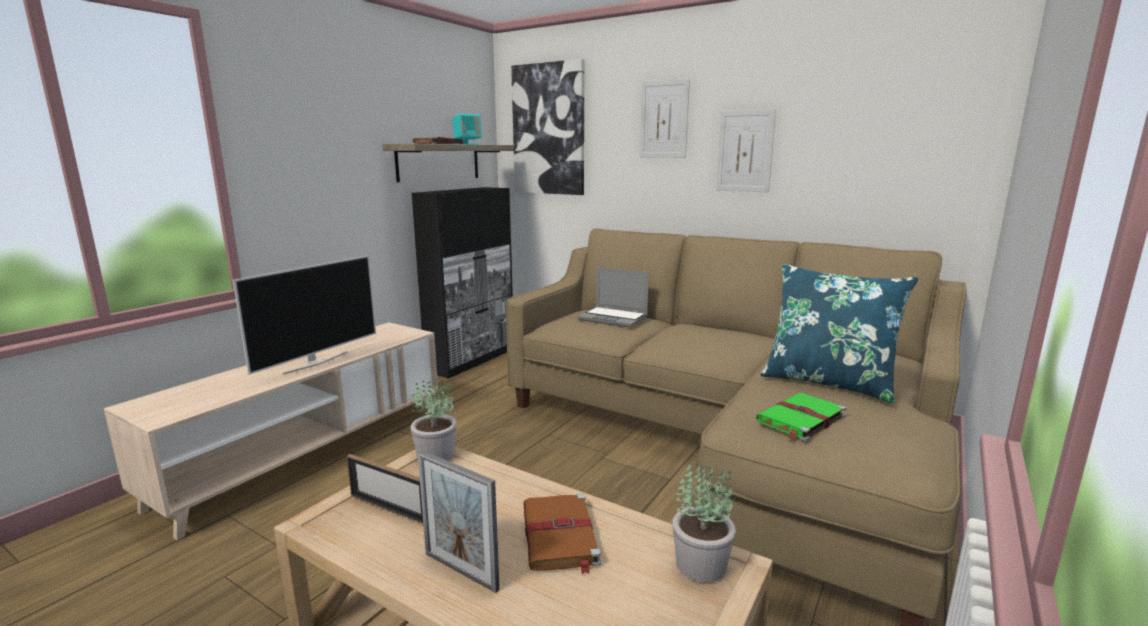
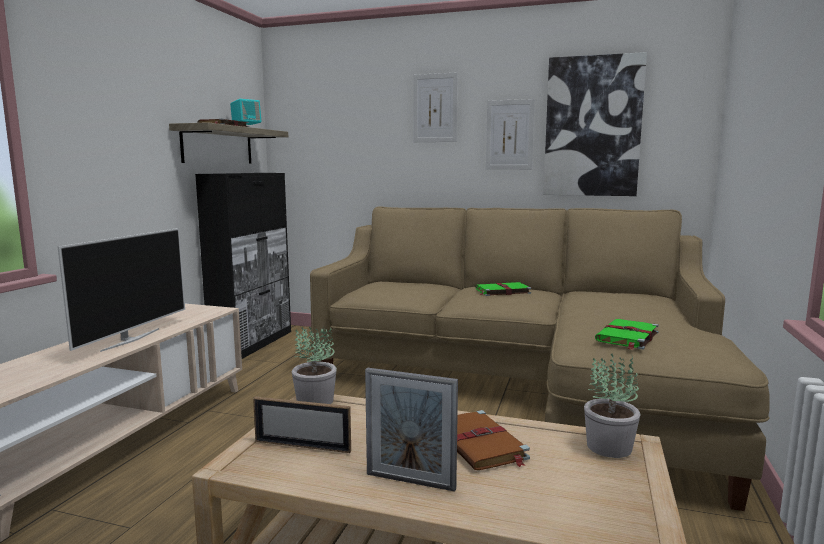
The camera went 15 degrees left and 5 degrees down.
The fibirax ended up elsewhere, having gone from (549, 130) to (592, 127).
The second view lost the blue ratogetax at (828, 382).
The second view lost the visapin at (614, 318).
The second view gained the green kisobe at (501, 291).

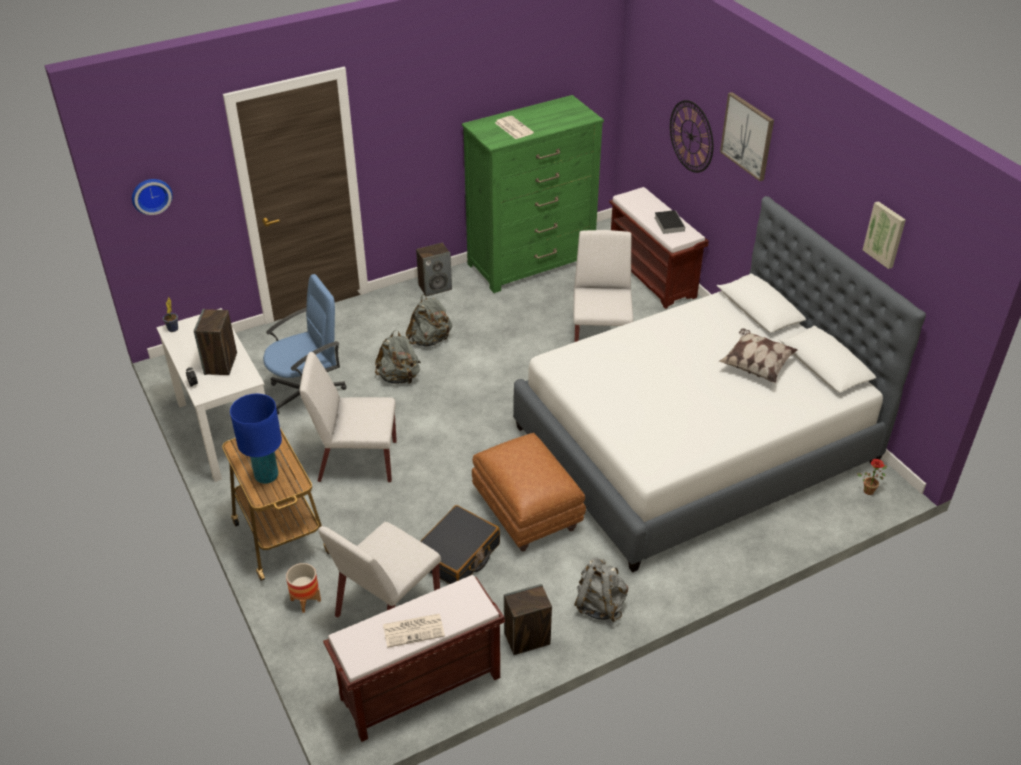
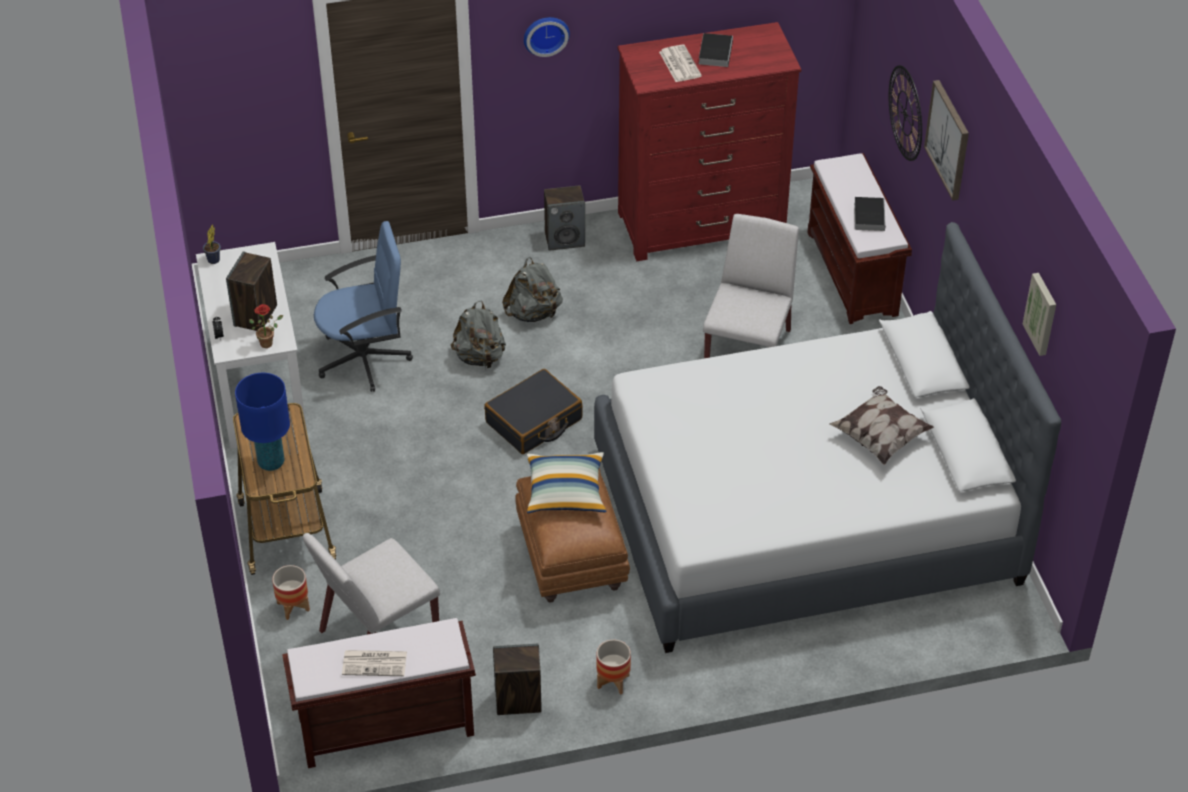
The camera went 15 degrees right and 5 degrees up.
What was the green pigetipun at (531, 262) turned into the red pigetipun at (702, 225).
The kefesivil ended up elsewhere, having gone from (151, 195) to (545, 34).
The second view lost the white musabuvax at (356, 461).
The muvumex ended up elsewhere, having gone from (869, 490) to (268, 342).
The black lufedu ended up elsewhere, having gone from (458, 555) to (534, 421).
Where the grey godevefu stood at (599, 605), the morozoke came to stand at (613, 681).
The second view gained the kisobe at (715, 52).
The second view gained the ratogetax at (566, 492).

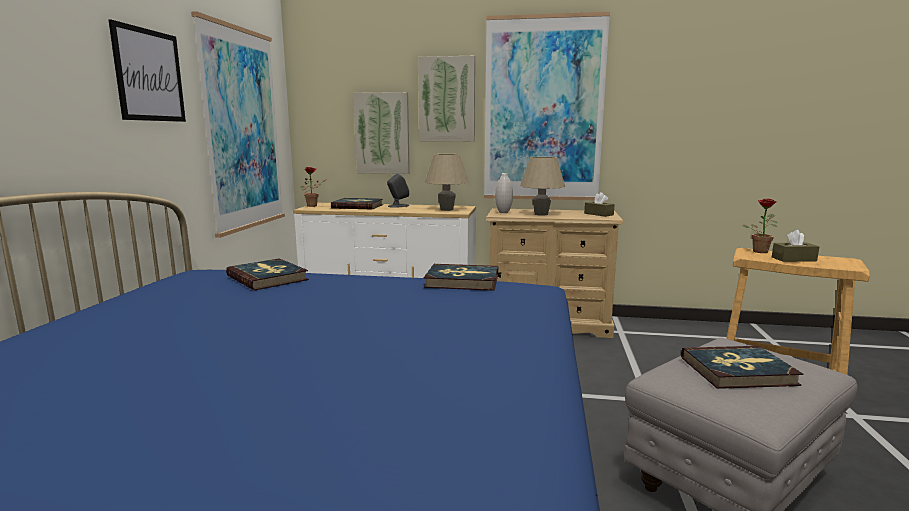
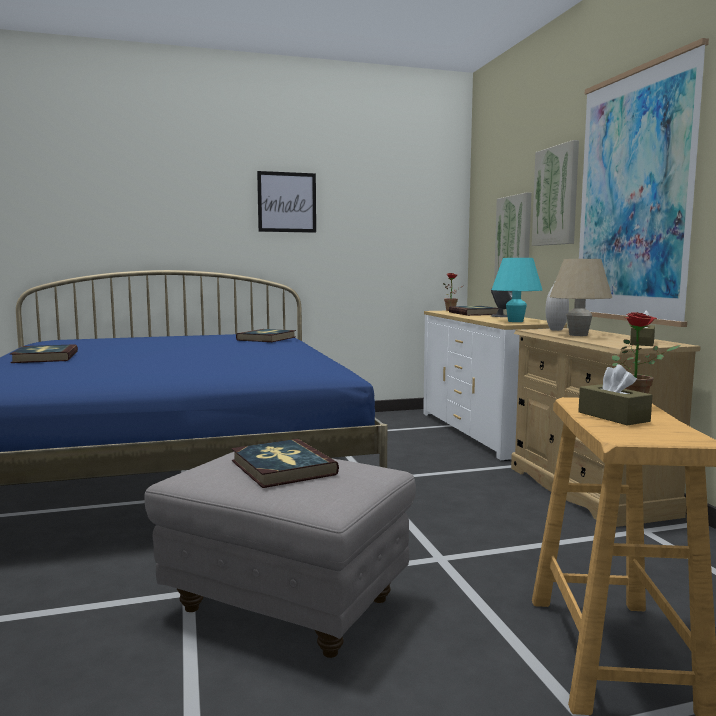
The camera went 65 degrees right and 5 degrees down.
The second view lost the fibirax at (243, 130).
What was the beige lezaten at (446, 209) turned into the turquoise lezaten at (515, 321).
The kisobe ended up elsewhere, having gone from (462, 281) to (45, 357).

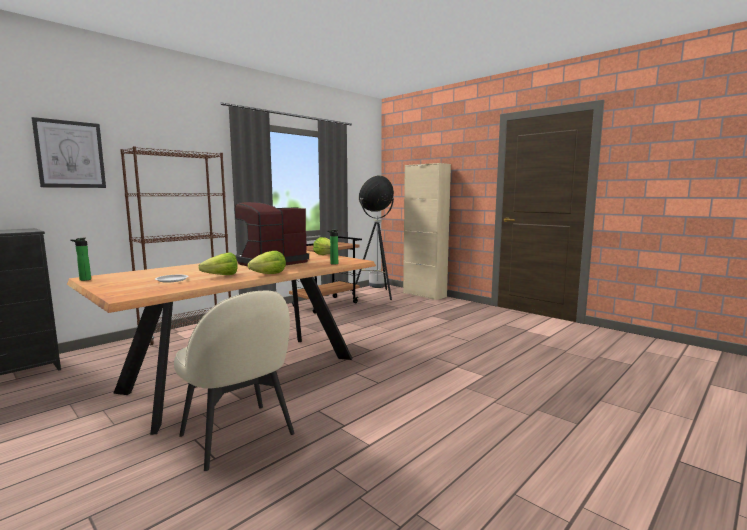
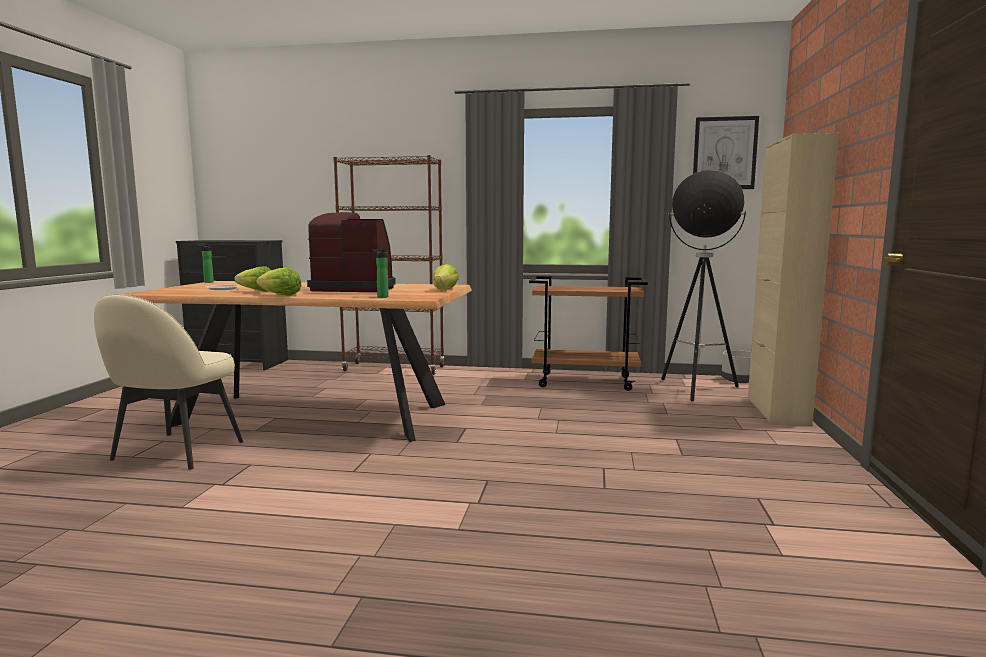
The camera went 55 degrees right and 0 degrees up.
The fibirax ended up elsewhere, having gone from (70, 154) to (724, 153).

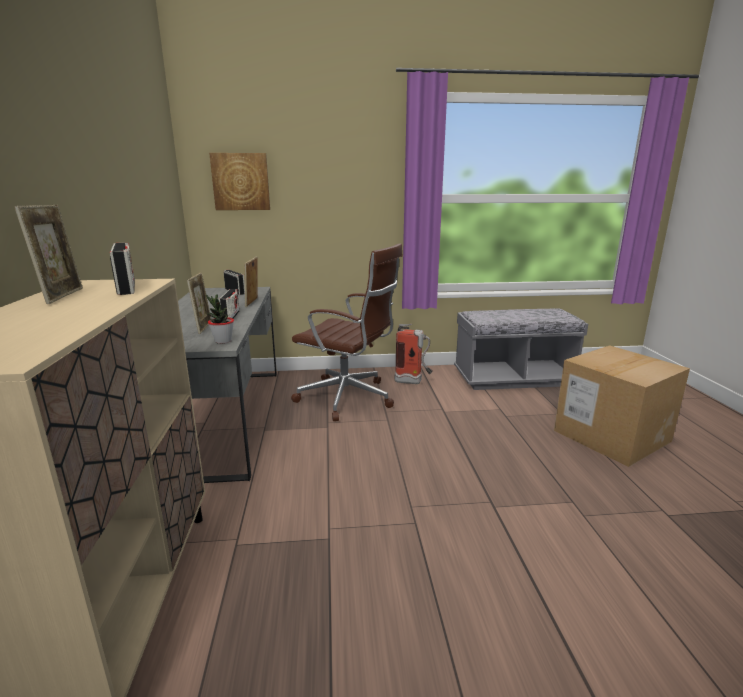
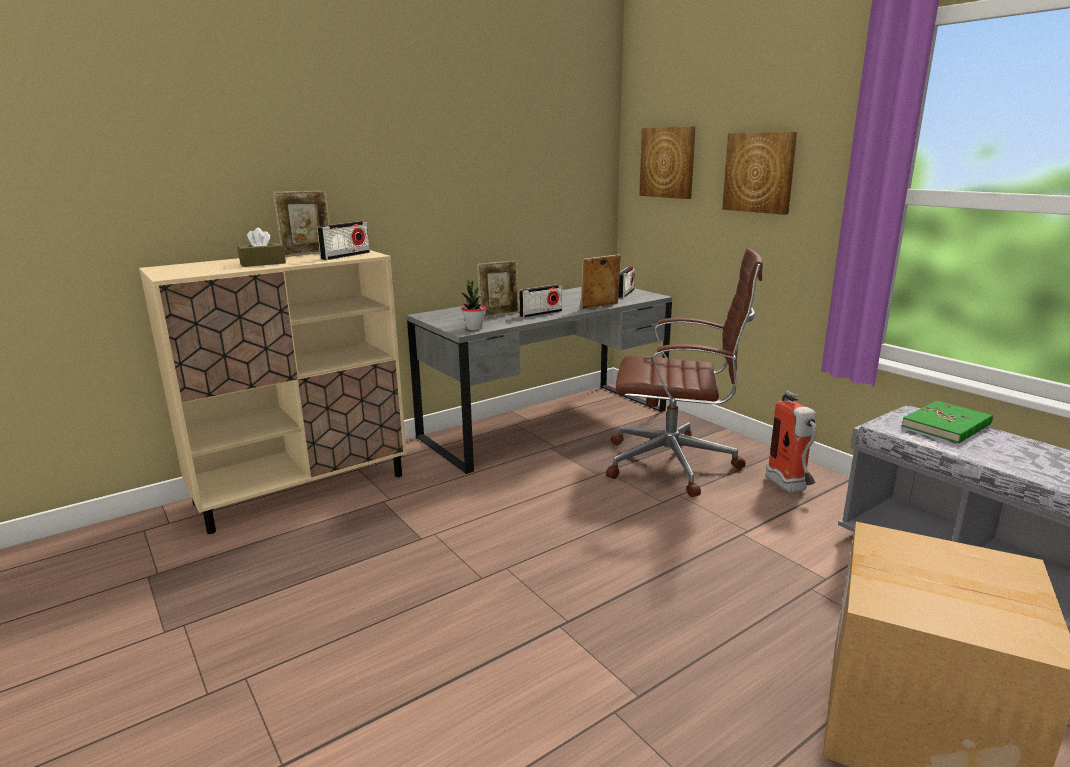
The camera went 60 degrees right and 0 degrees up.
The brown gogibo at (348, 398) ended up facing another way, 75 degrees counterclockwise from before.
The second view gained the fibirax at (759, 172).
The second view gained the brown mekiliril at (263, 263).
The second view gained the green kisobe at (946, 425).

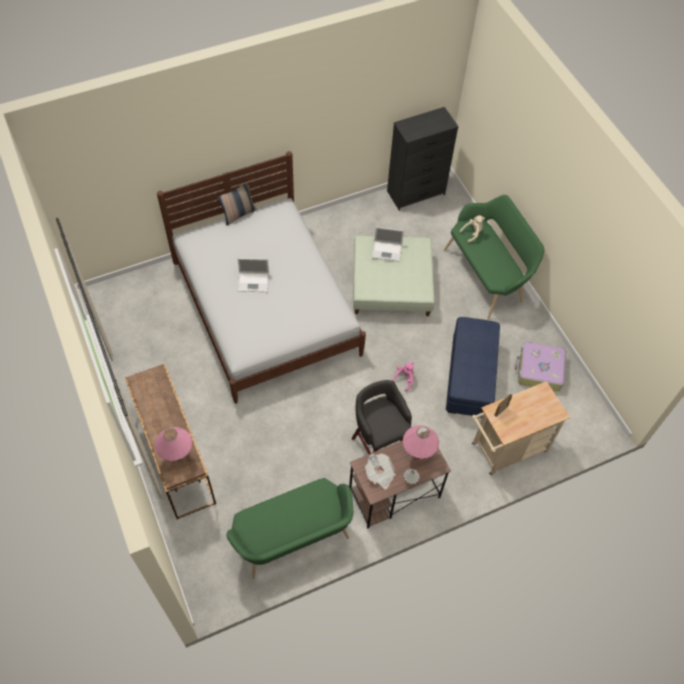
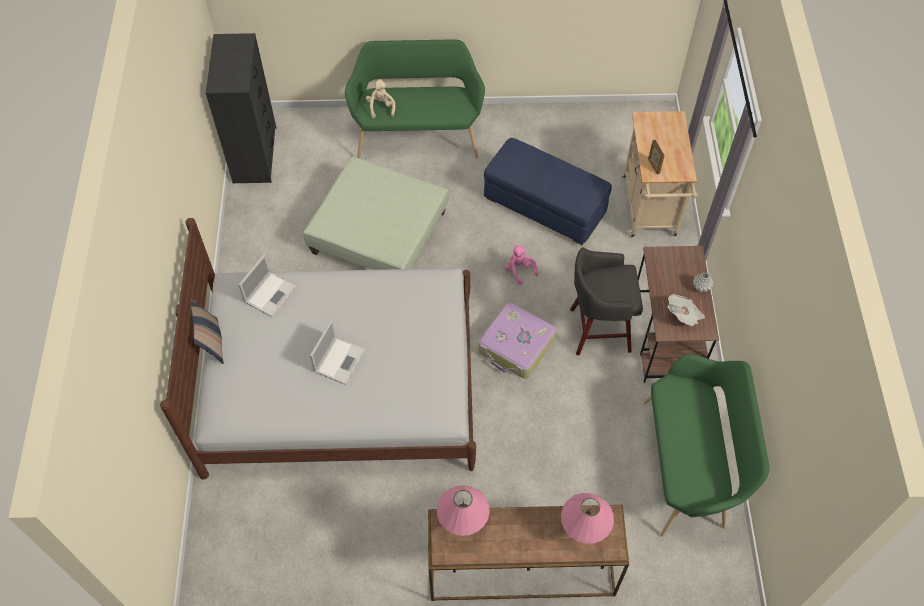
The camera went 65 degrees left and 0 degrees up.
The visapin ended up elsewhere, having gone from (387, 251) to (271, 293).
The lufedu ended up elsewhere, having gone from (539, 370) to (516, 346).
The pink lezaten ended up elsewhere, having gone from (418, 453) to (463, 524).

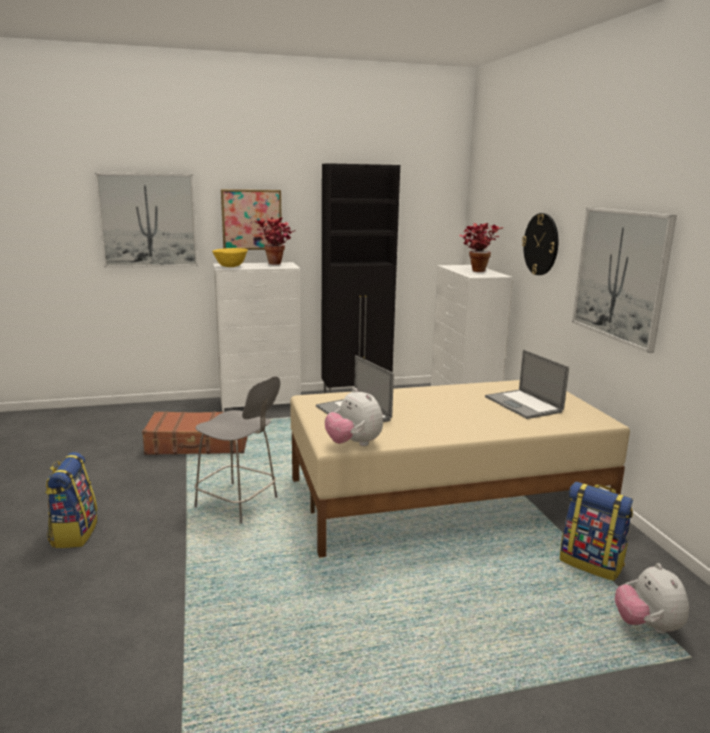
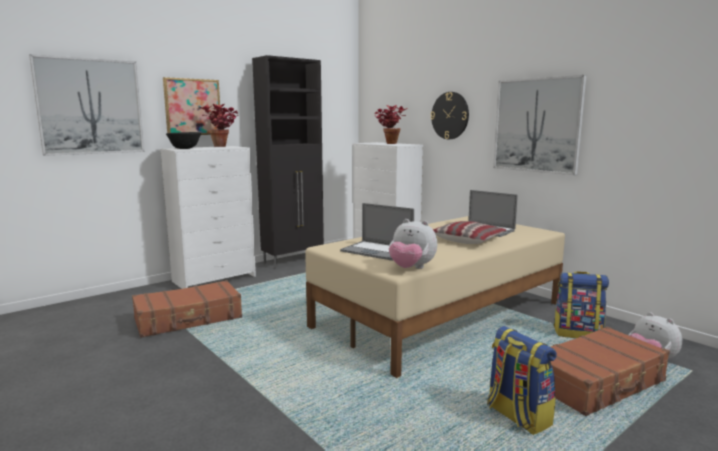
The camera went 25 degrees left and 5 degrees down.
What was the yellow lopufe at (230, 267) turned into the black lopufe at (185, 149).
The second view lost the grey musabuvax at (239, 503).
The godevefu ended up elsewhere, having gone from (74, 533) to (517, 416).
The second view gained the ratogetax at (468, 240).
The second view gained the brown lufedu at (597, 382).

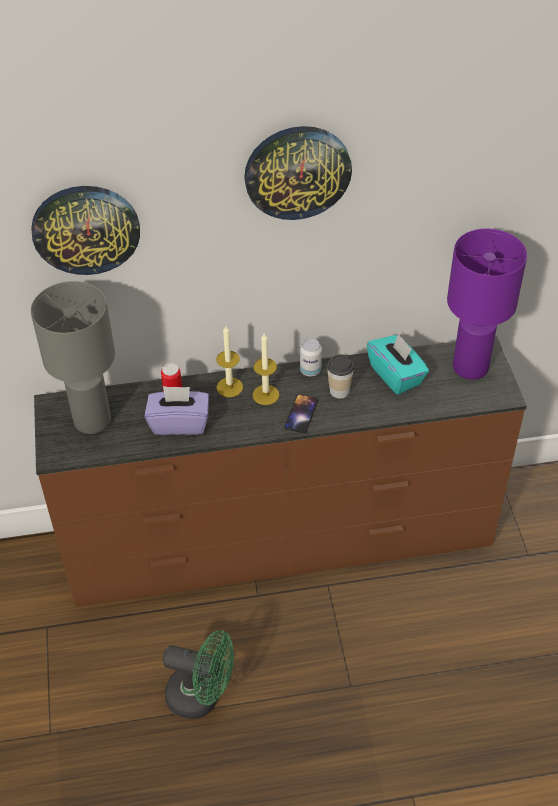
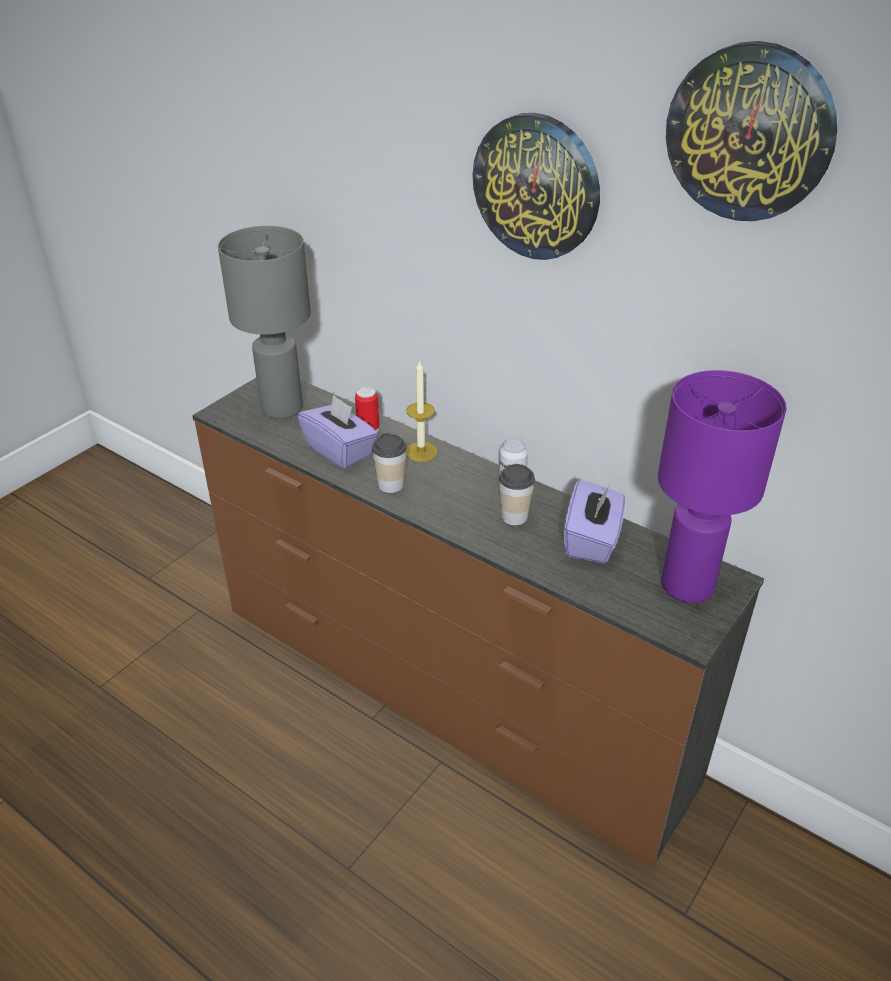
The camera went 45 degrees right and 10 degrees down.
The kefesivil ended up elsewhere, having gone from (86, 229) to (749, 133).
What was the turquoise mekiliril at (396, 375) turned into the purple mekiliril at (592, 540).
The second view lost the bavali at (265, 395).
The second view lost the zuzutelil at (301, 414).
The second view lost the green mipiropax at (202, 696).
The second view gained the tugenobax at (391, 485).

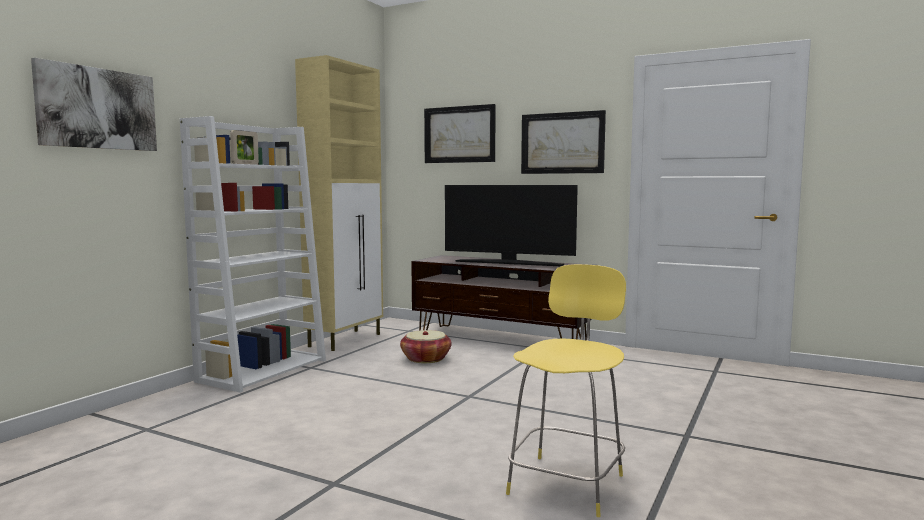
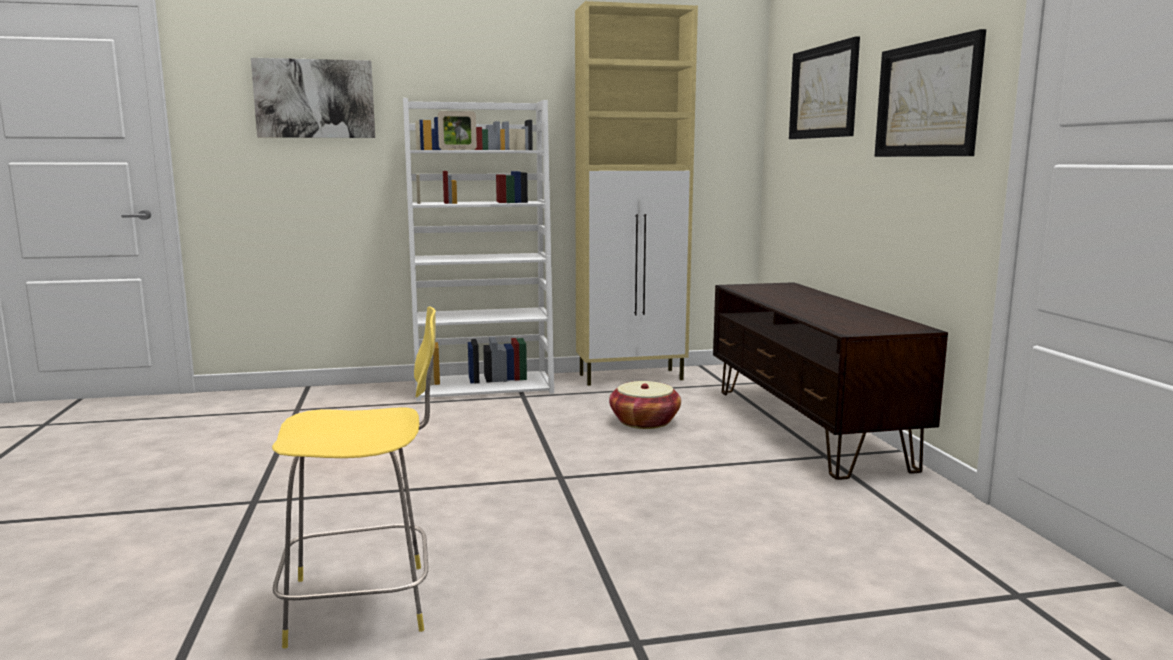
The camera went 50 degrees right and 5 degrees up.
The second view lost the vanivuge at (509, 263).

